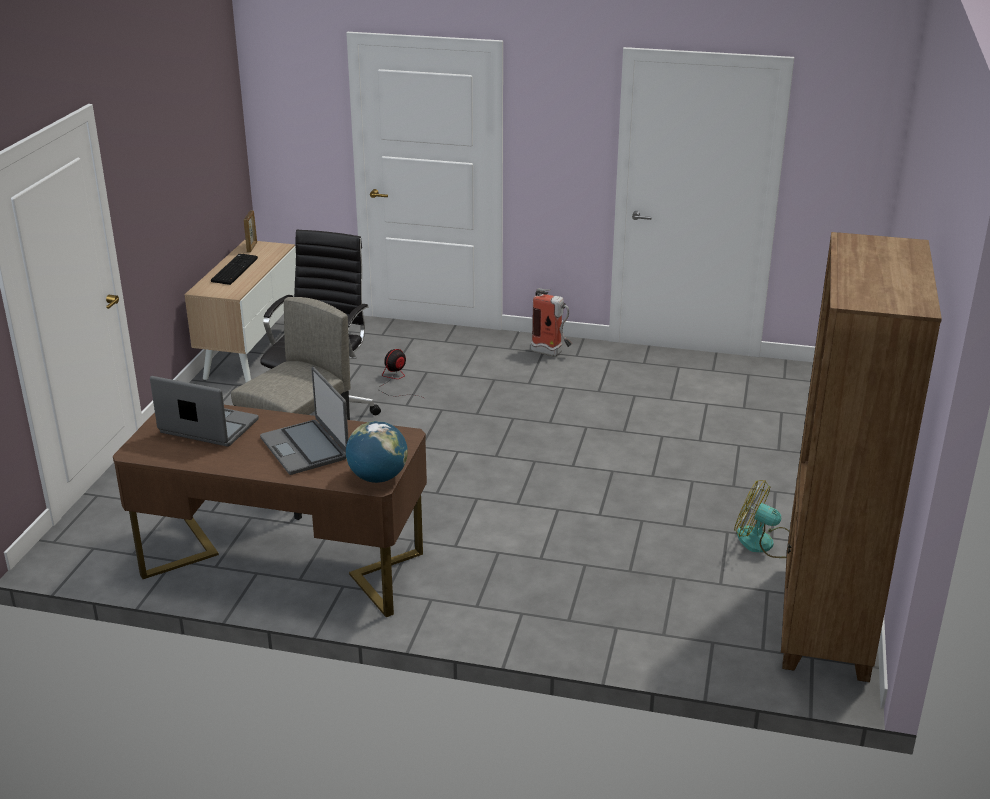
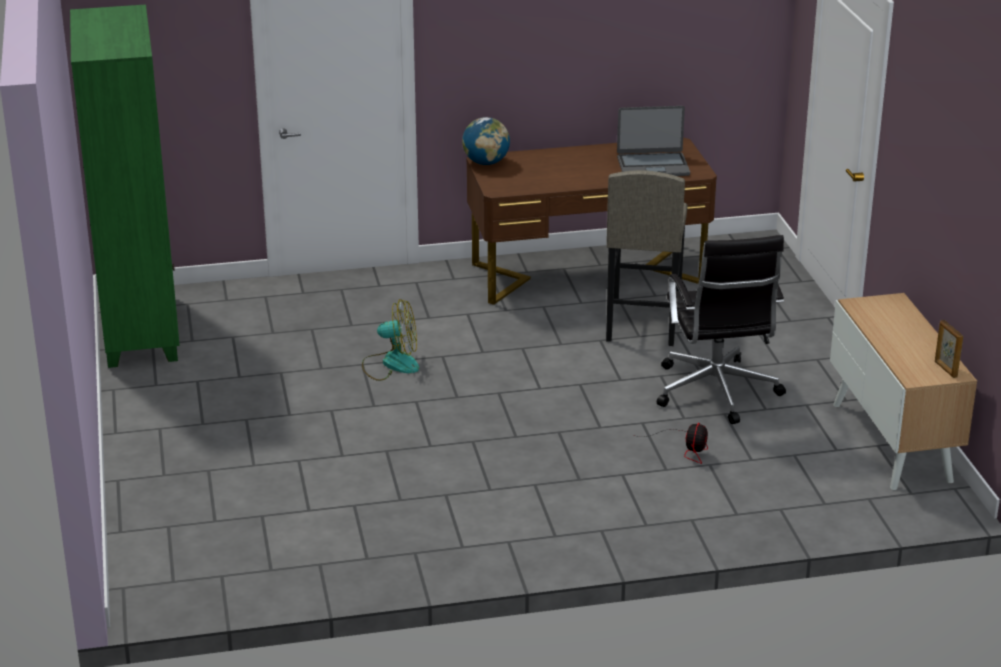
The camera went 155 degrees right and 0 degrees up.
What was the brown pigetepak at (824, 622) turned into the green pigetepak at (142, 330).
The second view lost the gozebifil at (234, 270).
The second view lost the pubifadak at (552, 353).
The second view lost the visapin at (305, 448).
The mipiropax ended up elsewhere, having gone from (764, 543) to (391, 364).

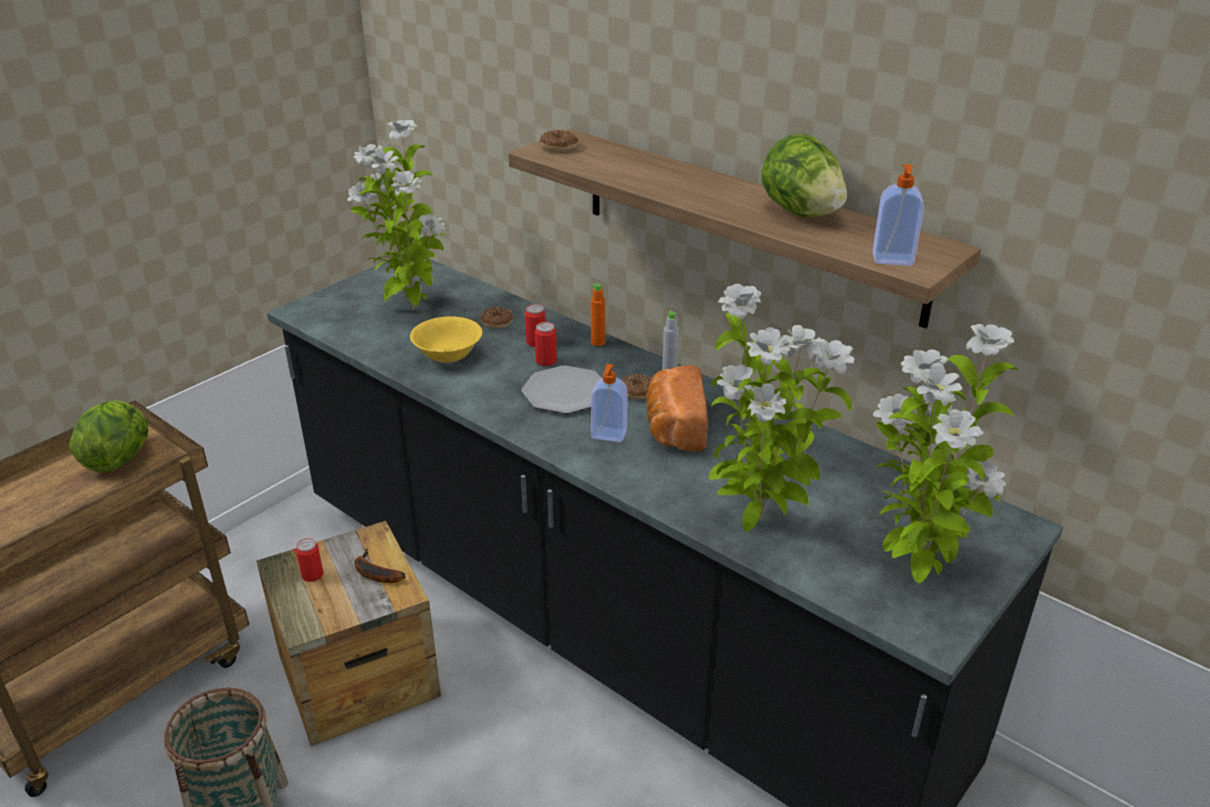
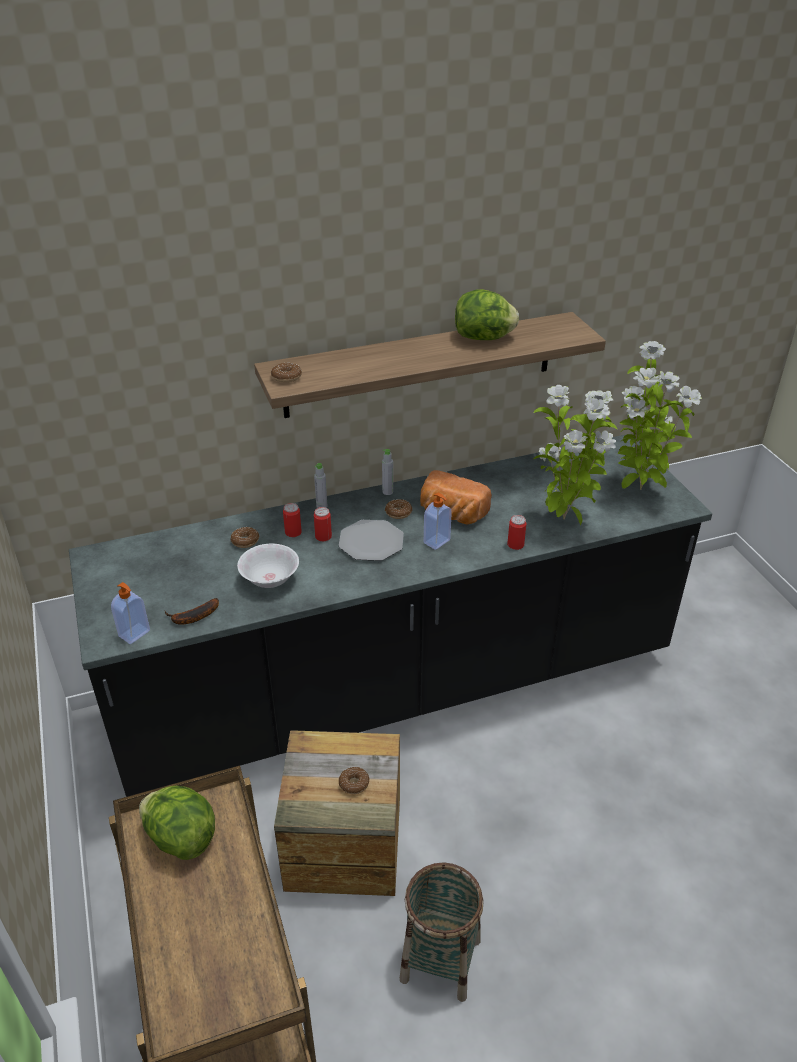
The camera went 60 degrees left and 5 degrees up.
The second view lost the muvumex at (411, 310).
The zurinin ended up elsewhere, having gone from (892, 259) to (135, 634).
What was the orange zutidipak at (598, 342) turned into the grey zutidipak at (321, 506).
What was the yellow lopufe at (448, 356) turned into the white lopufe at (269, 579).
The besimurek ended up elsewhere, having gone from (312, 575) to (515, 545).
The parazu ended up elsewhere, having gone from (374, 573) to (192, 617).
The second view gained the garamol at (354, 783).

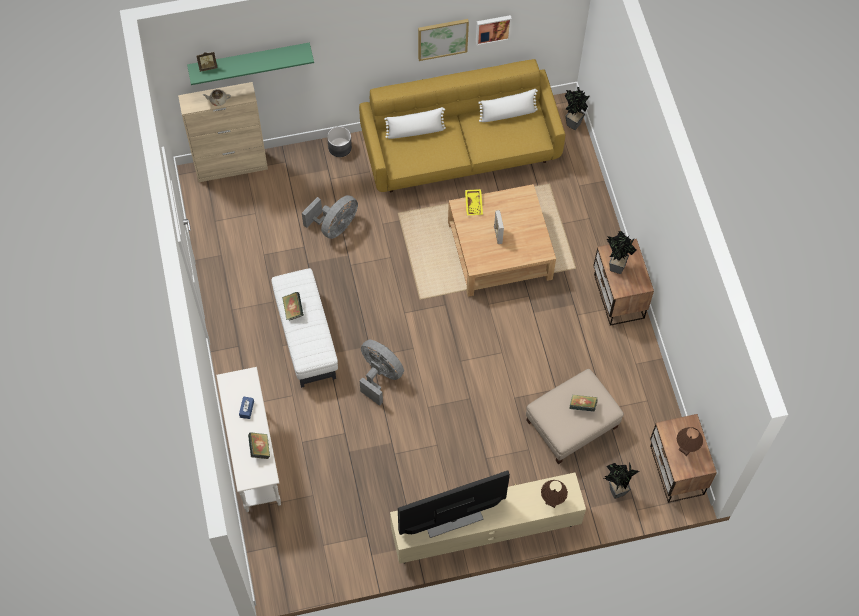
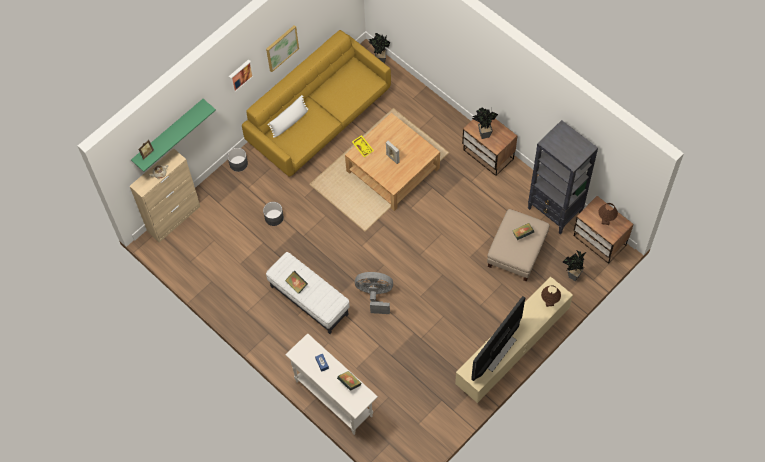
The camera went 30 degrees left and 0 degrees up.
The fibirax ended up elsewhere, having gone from (493, 28) to (240, 75).
The second view lost the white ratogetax at (508, 114).
Where the grey mipiropax stood at (334, 226), the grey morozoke came to stand at (274, 217).
The second view gained the black pigetepak at (555, 211).

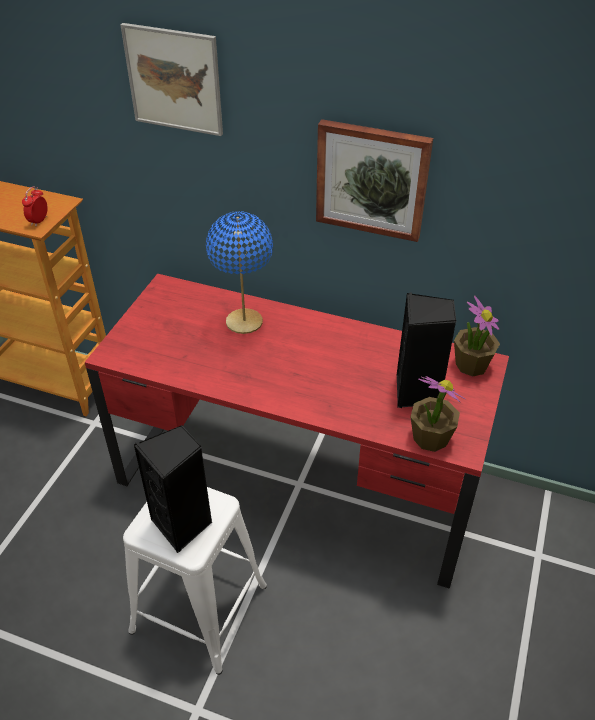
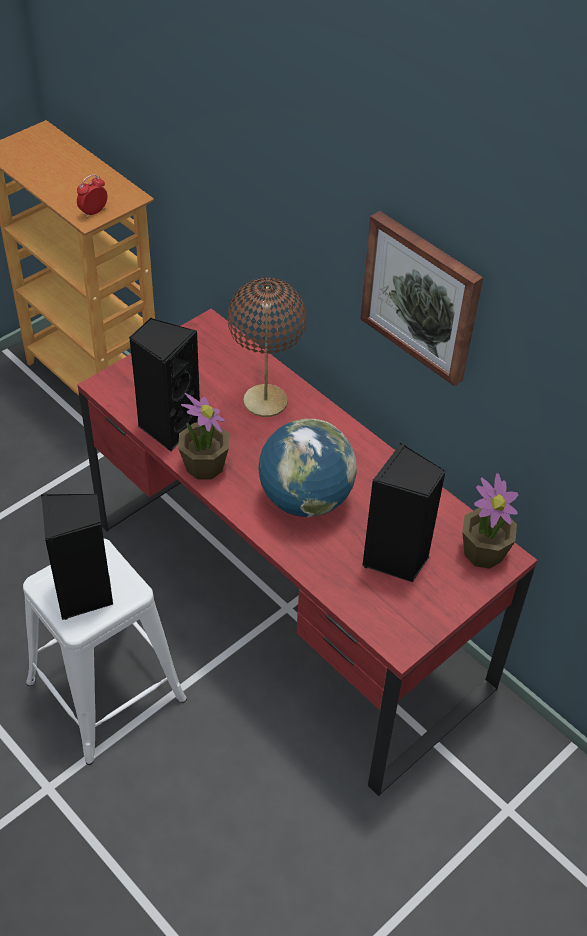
The camera went 25 degrees right and 5 degrees up.
The second view lost the fibirax at (174, 80).
What was the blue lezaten at (243, 322) turned into the brown lezaten at (264, 402).
The muvumex ended up elsewhere, having gone from (430, 438) to (204, 466).
The second view gained the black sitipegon at (168, 426).
The second view gained the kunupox at (305, 499).

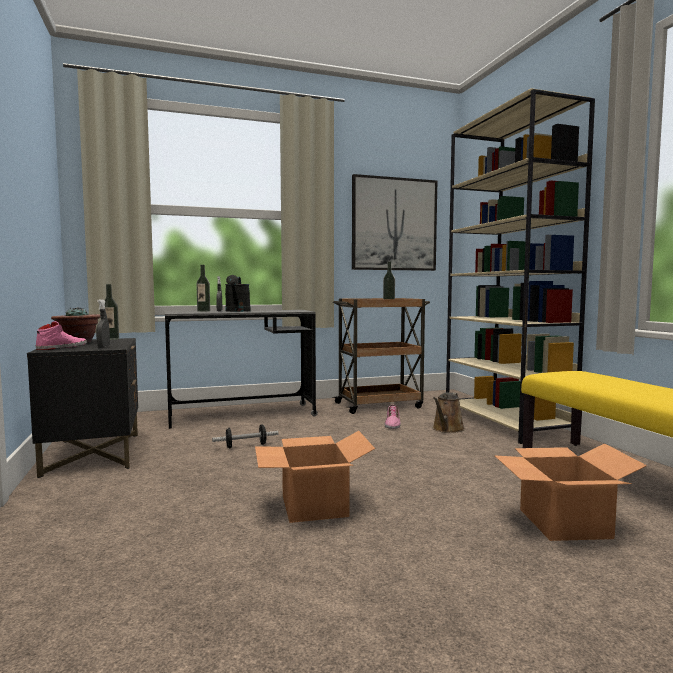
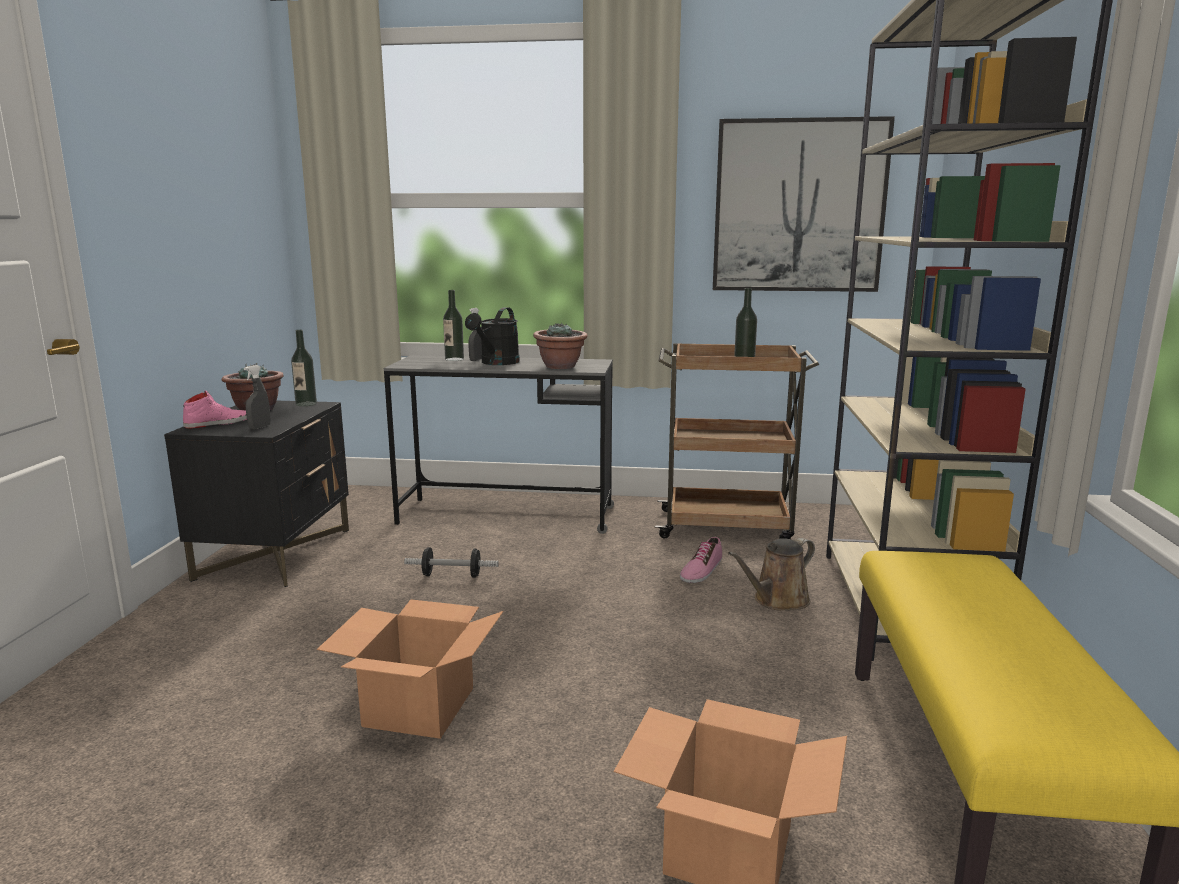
The camera went 25 degrees right and 10 degrees up.
The second view gained the muvumex at (560, 366).

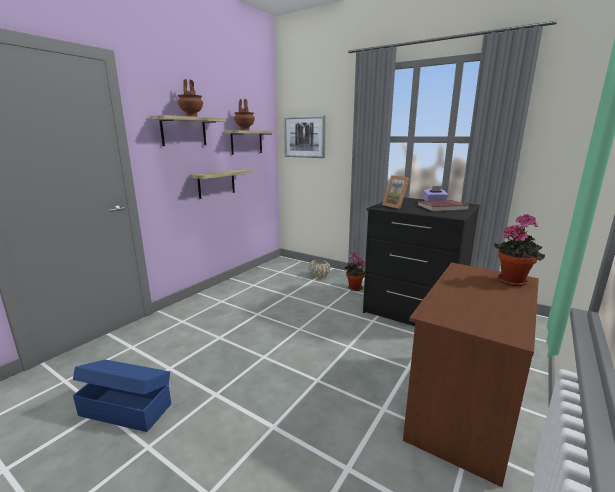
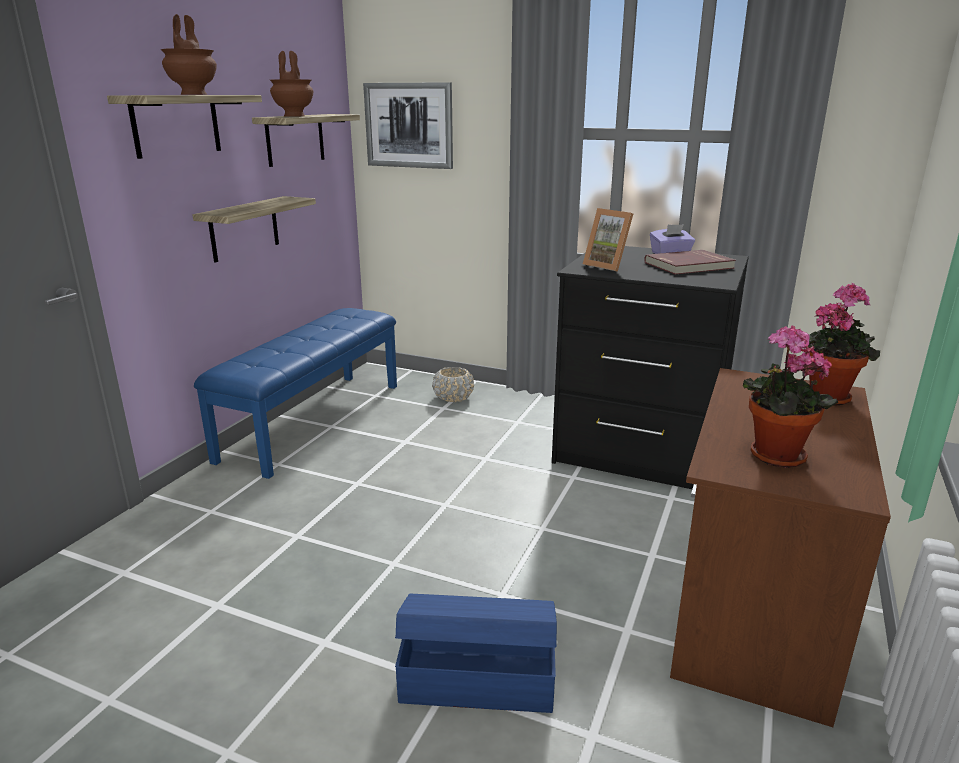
The camera went 10 degrees left and 5 degrees up.
The muvumex ended up elsewhere, having gone from (353, 288) to (773, 457).
The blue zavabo ended up elsewhere, having gone from (126, 408) to (476, 678).
The second view gained the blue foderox at (313, 420).

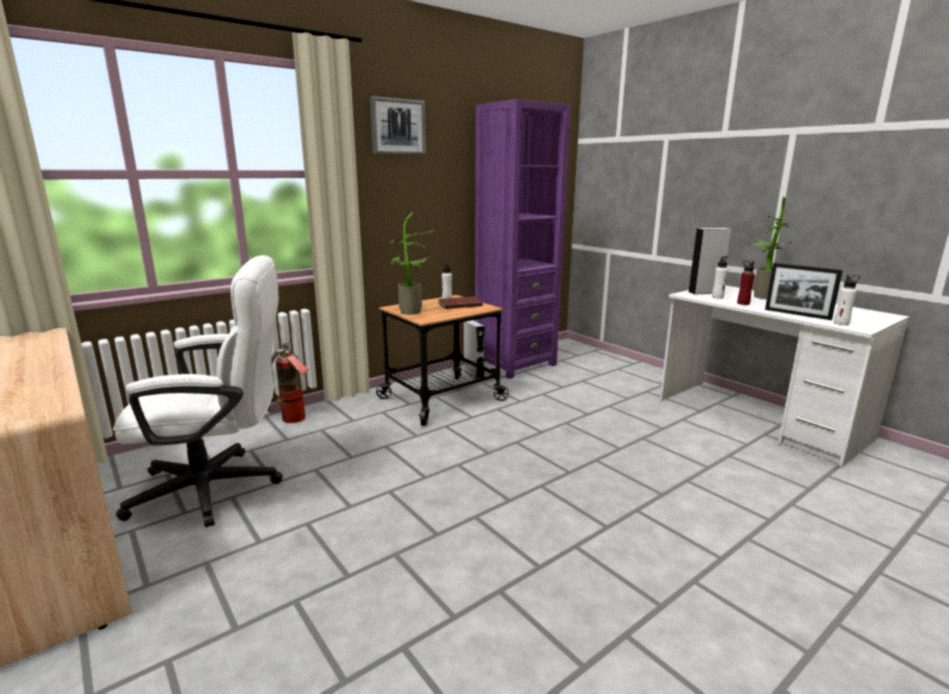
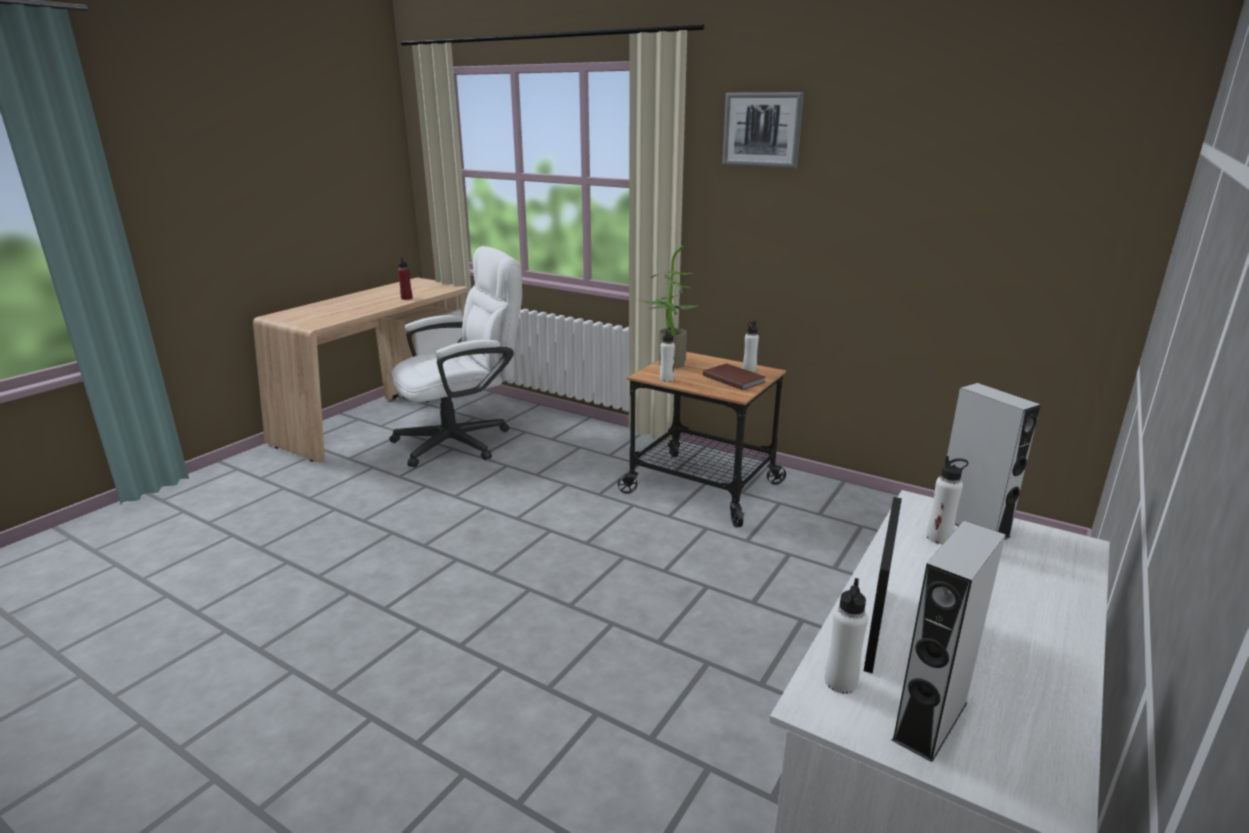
The camera went 70 degrees right and 5 degrees up.
The second view lost the purple pigetepak at (515, 364).
The second view lost the muvumex at (761, 296).
The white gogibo at (220, 488) ended up facing another way, 90 degrees counterclockwise from before.
The red zutidipak ended up elsewhere, having gone from (743, 303) to (406, 298).
The grey sitipegon ended up elsewhere, having gone from (473, 374) to (930, 721).
The second view lost the pubifadak at (291, 422).
The second view gained the white zutidipak at (667, 379).

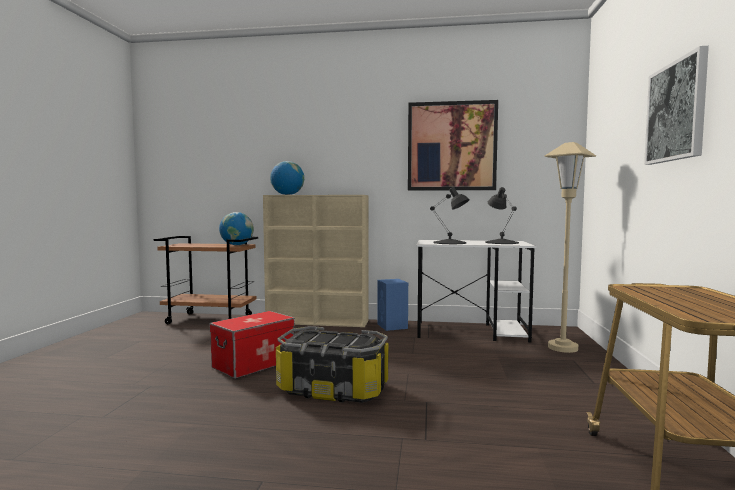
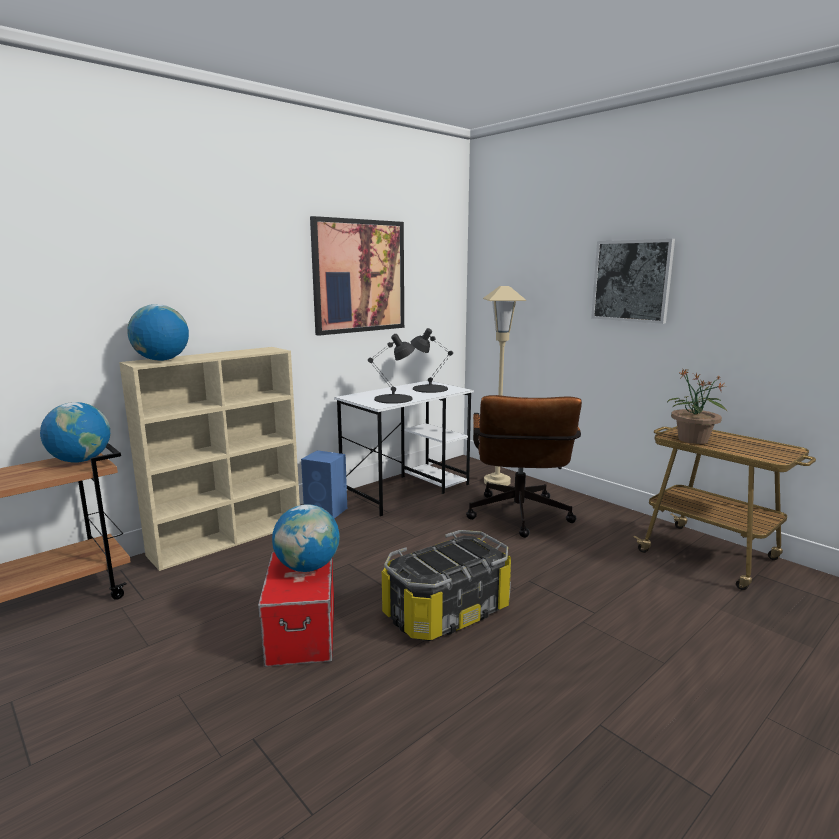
The camera went 50 degrees left and 10 degrees up.
The second view gained the muvumex at (692, 440).
The second view gained the brown gogibo at (519, 519).
The second view gained the kunupox at (307, 567).

